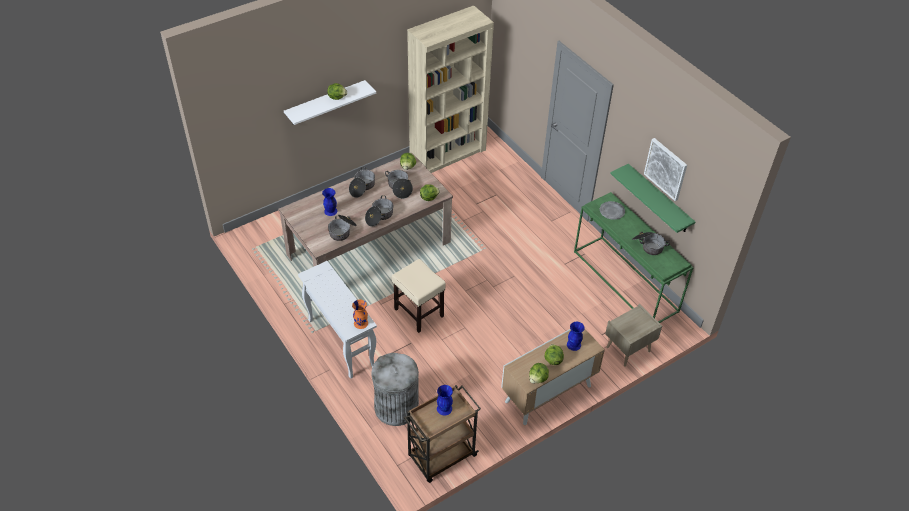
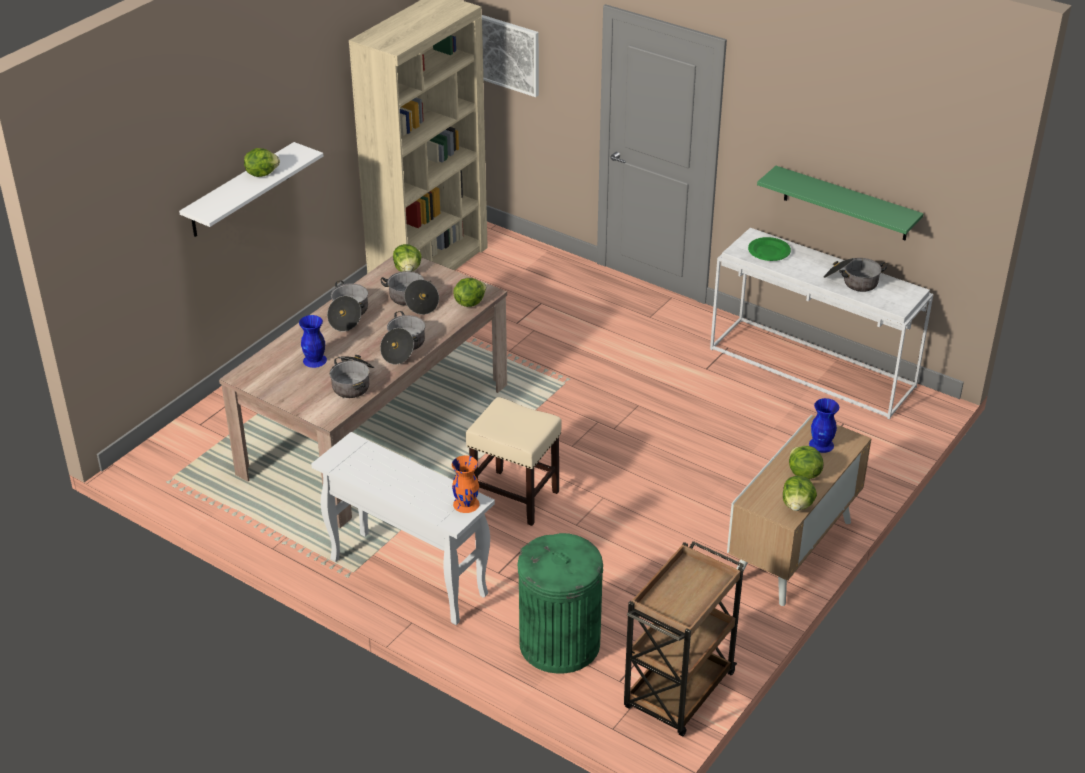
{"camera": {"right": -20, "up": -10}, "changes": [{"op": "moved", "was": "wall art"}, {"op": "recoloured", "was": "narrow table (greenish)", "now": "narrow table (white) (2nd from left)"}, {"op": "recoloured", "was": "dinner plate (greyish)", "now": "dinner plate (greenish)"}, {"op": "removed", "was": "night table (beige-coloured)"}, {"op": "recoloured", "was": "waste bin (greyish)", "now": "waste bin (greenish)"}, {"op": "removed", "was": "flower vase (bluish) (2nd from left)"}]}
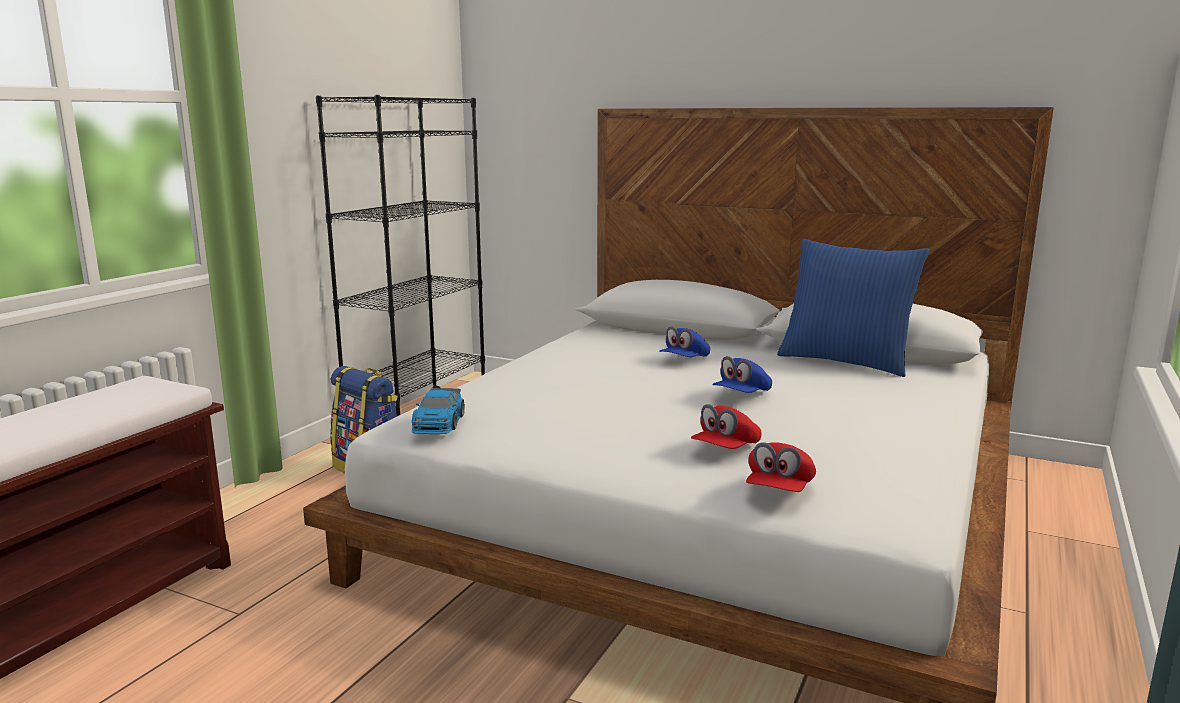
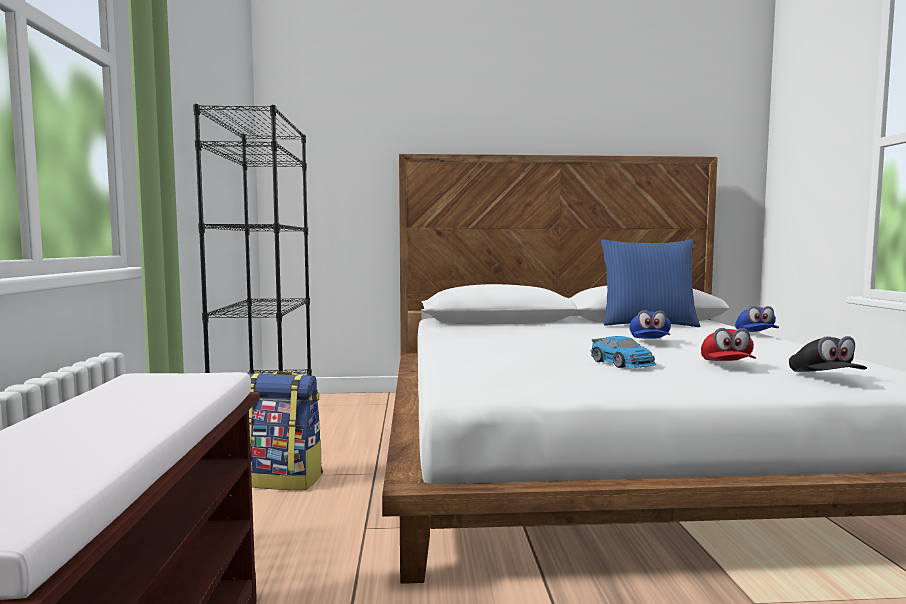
{"camera": {"right": -30, "up": -10}, "changes": [{"op": "moved", "was": "baseball cap (bluish) (1st from left in the first image)", "now": "baseball cap (bluish) (2nd from left)"}, {"op": "moved", "was": "toy car"}, {"op": "recoloured", "was": "baseball cap (red) (2nd from left)", "now": "baseball cap (black)"}]}
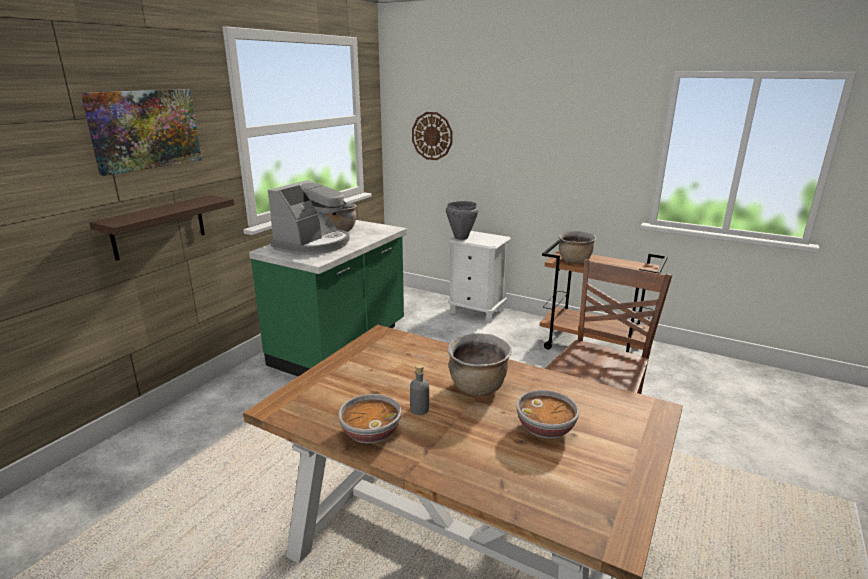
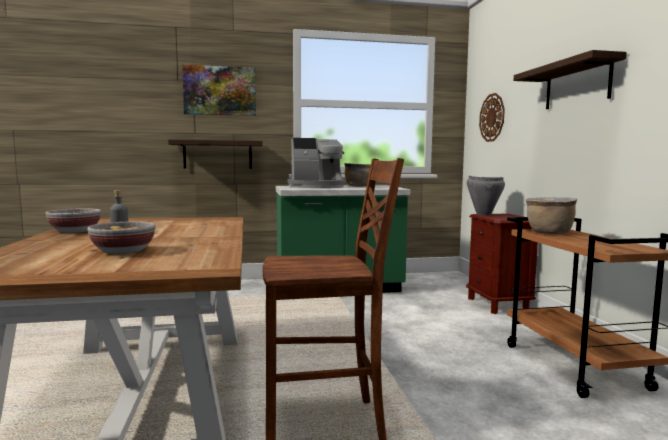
{"camera": {"right": 50, "up": -15}, "changes": [{"op": "recoloured", "was": "night table (white)", "now": "night table (brown-coloured)"}, {"op": "removed", "was": "cooking pot (brown-coloured) (2nd from left)"}, {"op": "added", "now": "wall shelf (2nd from left)"}]}
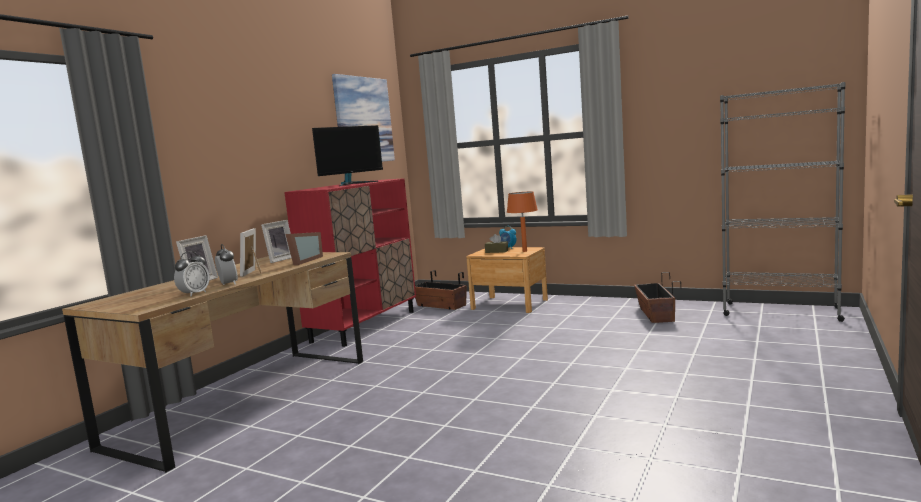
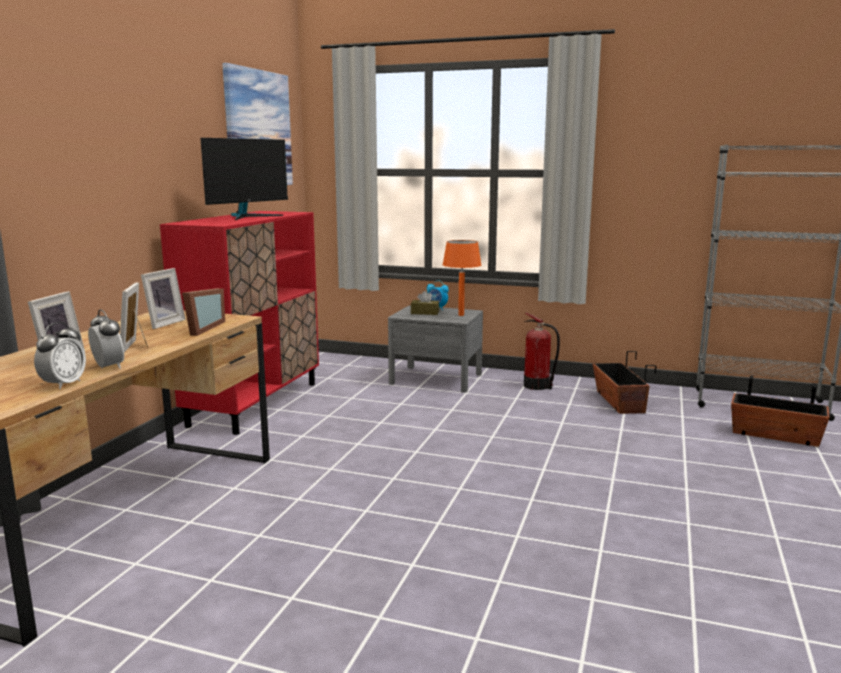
{"camera": {"right": -10, "up": 5}, "changes": [{"op": "recoloured", "was": "night table (brown-coloured)", "now": "night table (greyish)"}, {"op": "moved", "was": "plant pot (1st from left in the first image)", "now": "plant pot (2nd from left)"}, {"op": "added", "now": "fire extinguisher"}]}
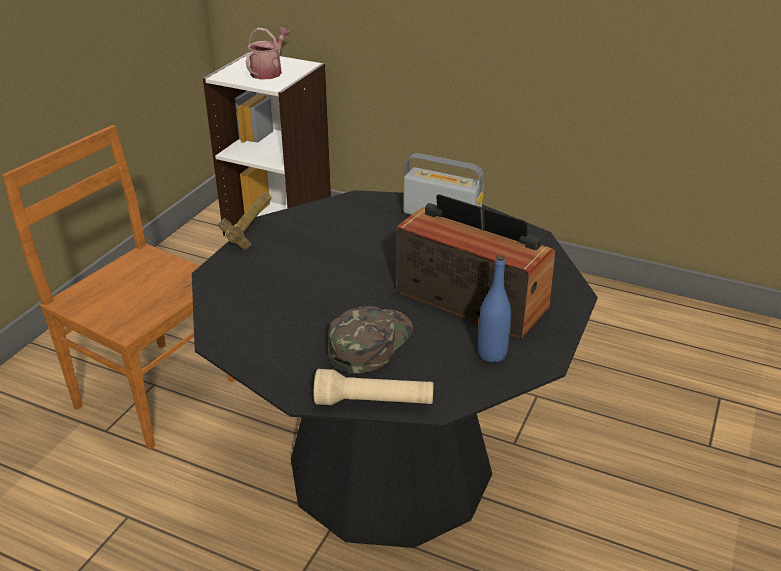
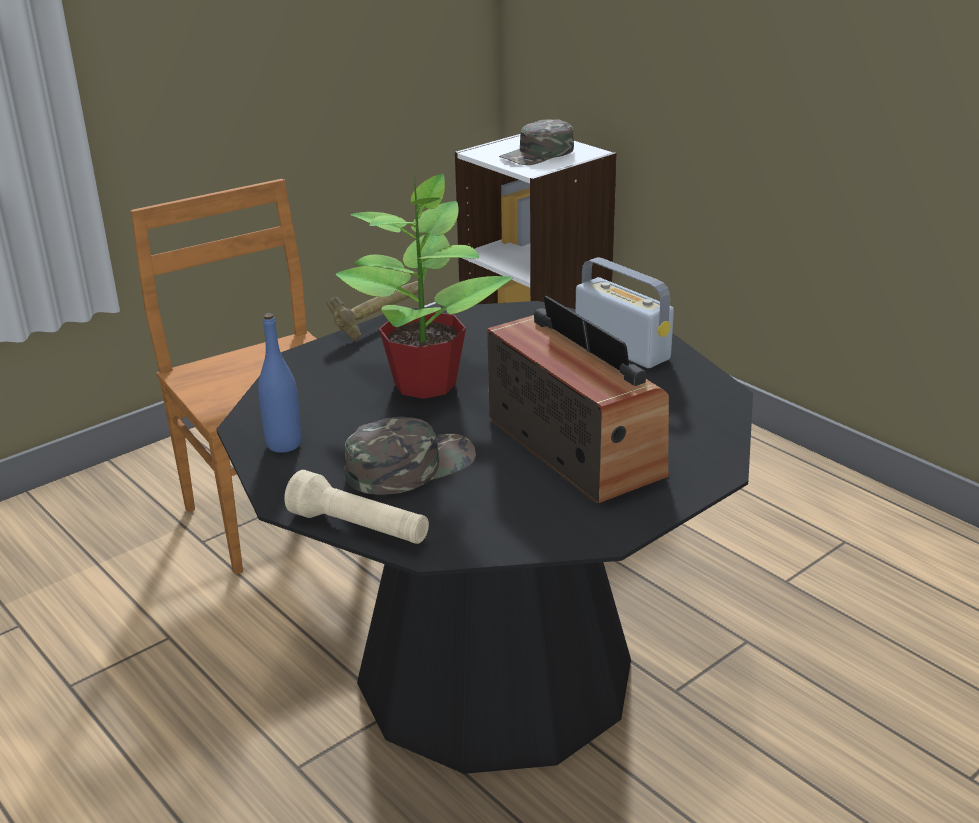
{"camera": {"right": 25, "up": -5}, "changes": [{"op": "replaced", "was": "watering can", "now": "baseball cap (greenish) (2nd from left)"}, {"op": "moved", "was": "bottle (bluish)"}, {"op": "added", "now": "houseplant"}]}
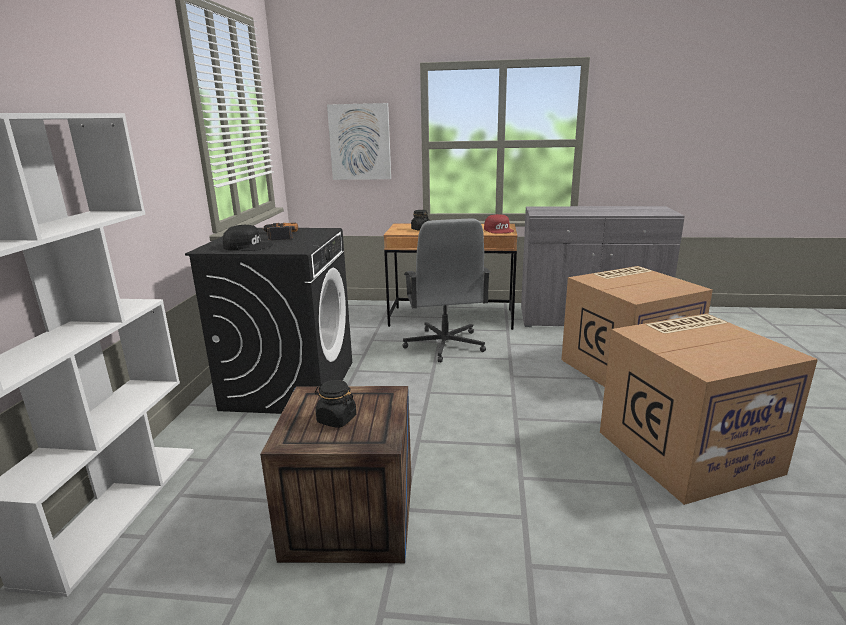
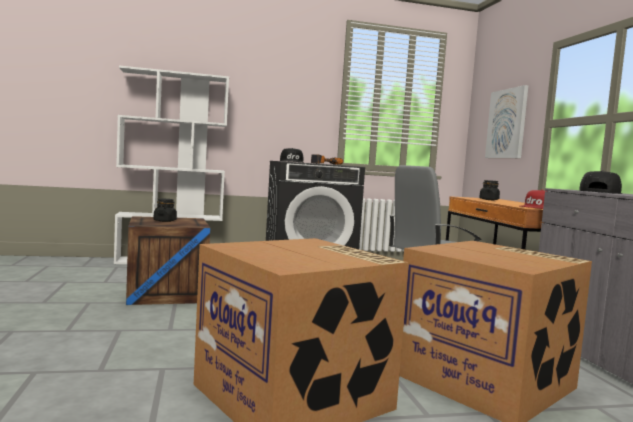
{"camera": {"right": 70, "up": -15}, "changes": [{"op": "added", "now": "baseball cap (black) (2nd from left)"}]}
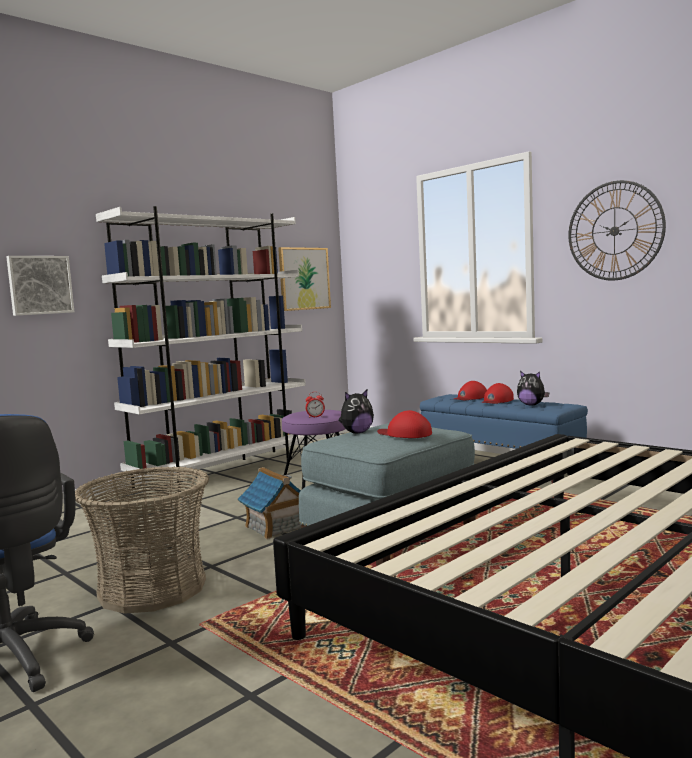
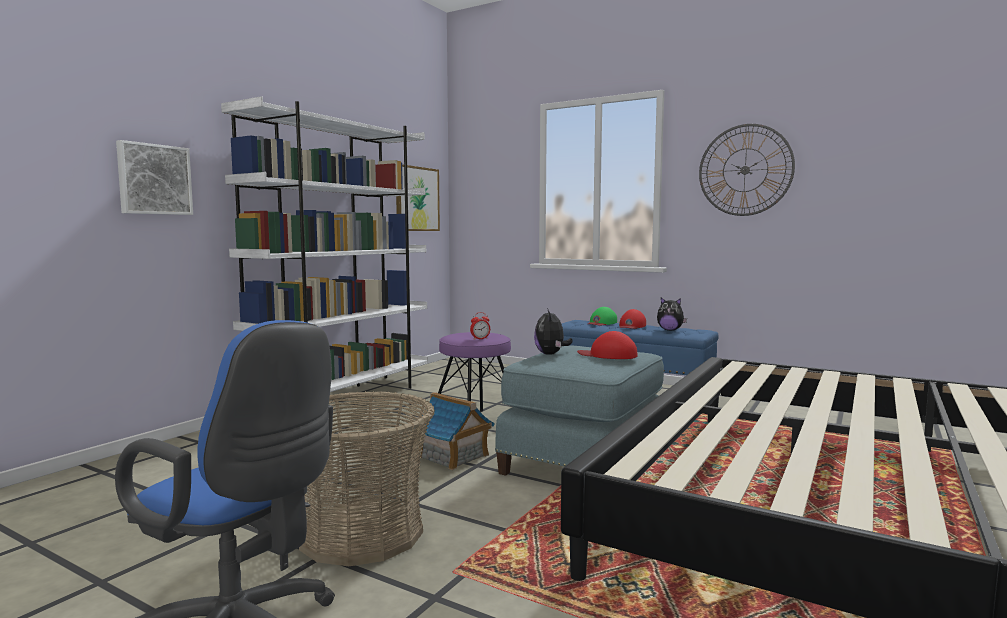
{"camera": {"right": -15, "up": 0}, "changes": [{"op": "recoloured", "was": "baseball cap (red) (2nd from left)", "now": "baseball cap (greenish)"}, {"op": "turned", "was": "soft toy (1st from left)", "clockwise": 135}]}
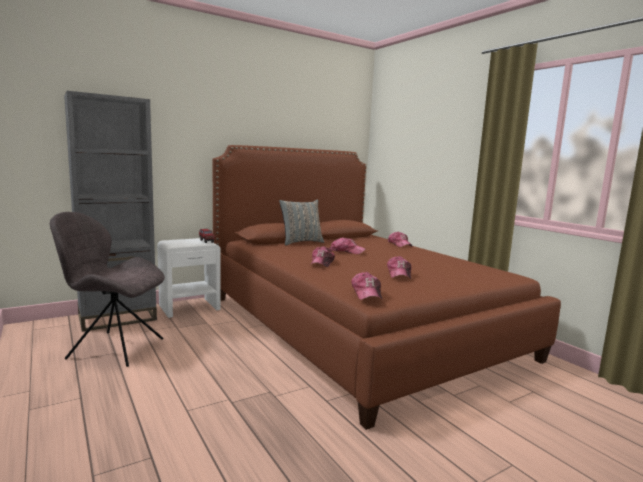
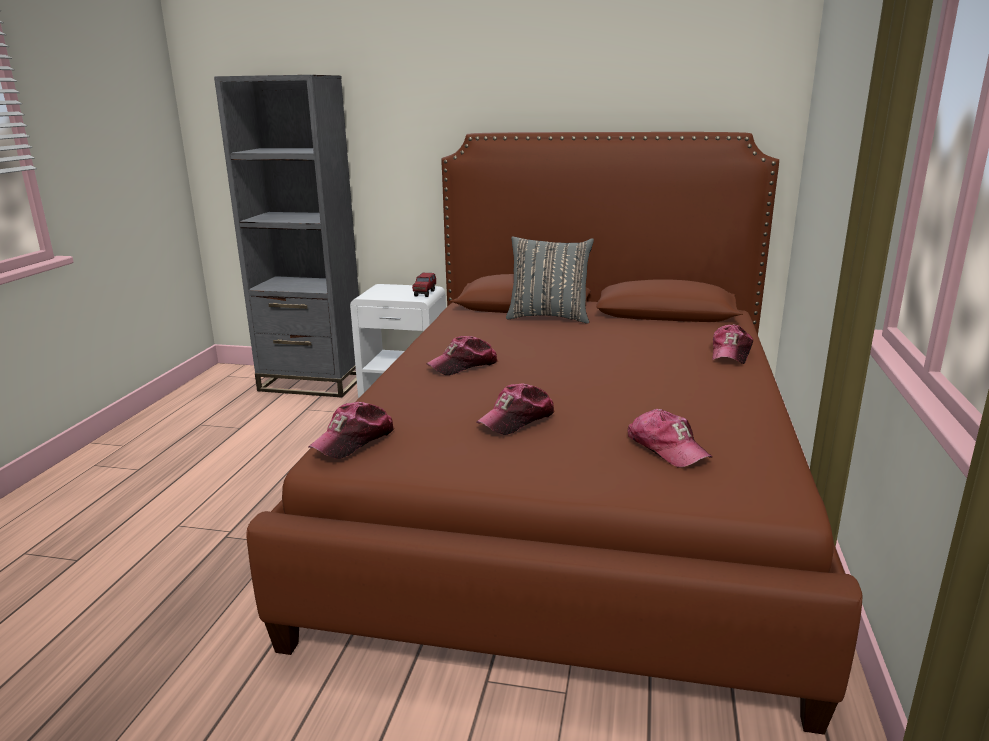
{"camera": {"right": 45, "up": 10}, "changes": [{"op": "removed", "was": "chair (greyish)"}, {"op": "moved", "was": "baseball cap (2nd from left in the first image)", "now": "baseball cap (4th from left)"}]}
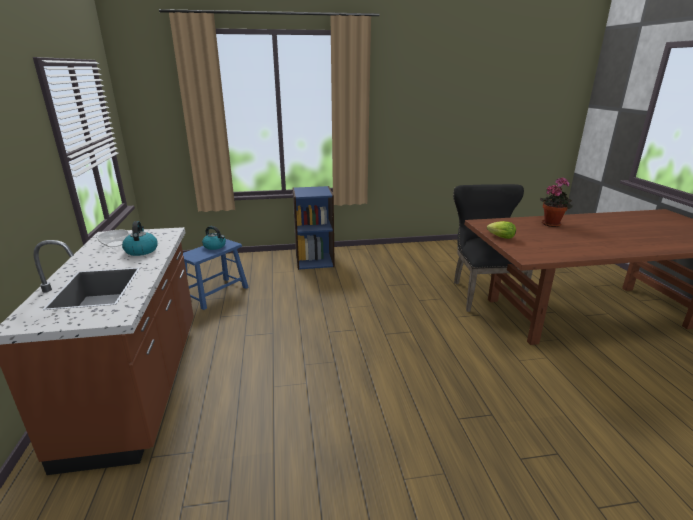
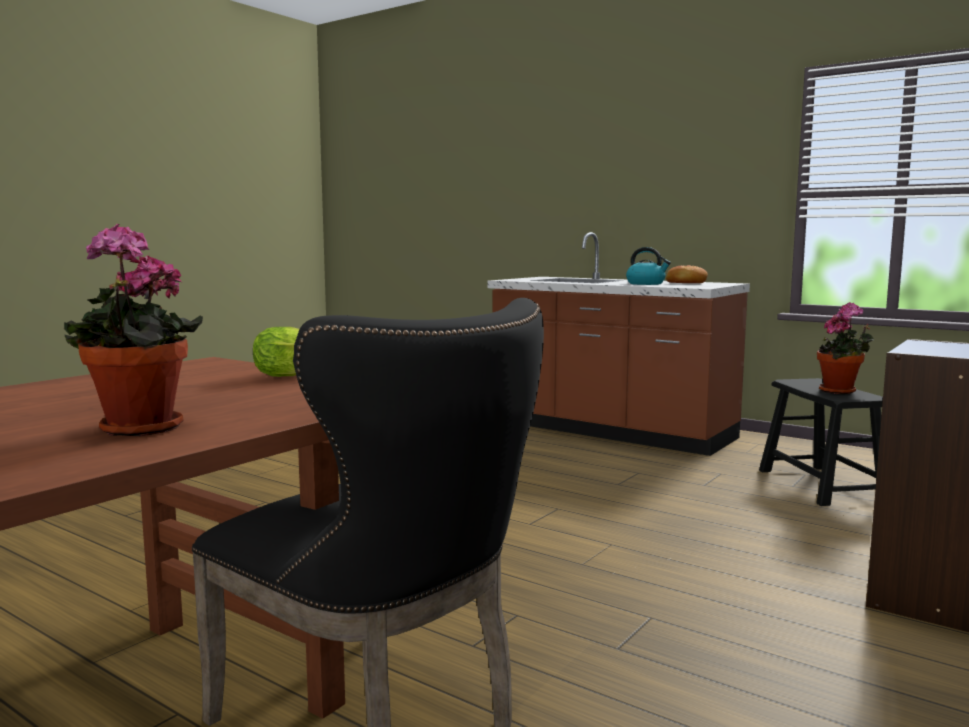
{"camera": {"right": 135, "up": -15}, "changes": [{"op": "replaced", "was": "kettle (2nd from left)", "now": "houseplant (2nd from left)"}, {"op": "replaced", "was": "bowl", "now": "bread"}, {"op": "recoloured", "was": "stool (bluish)", "now": "stool (black)"}]}
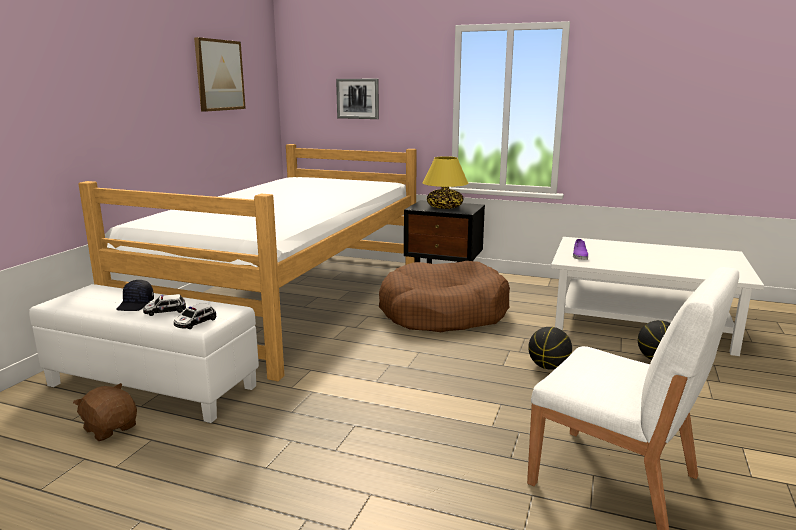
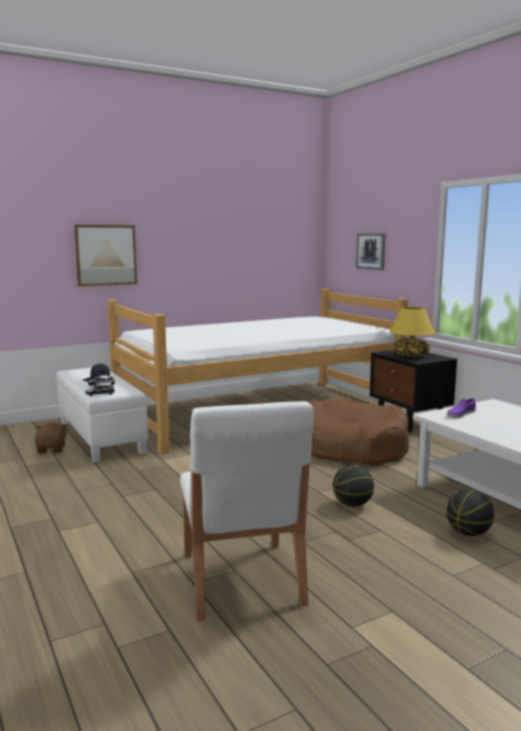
{"camera": {"right": 40, "up": -5}, "changes": [{"op": "moved", "was": "wall art (1st from left)"}]}
